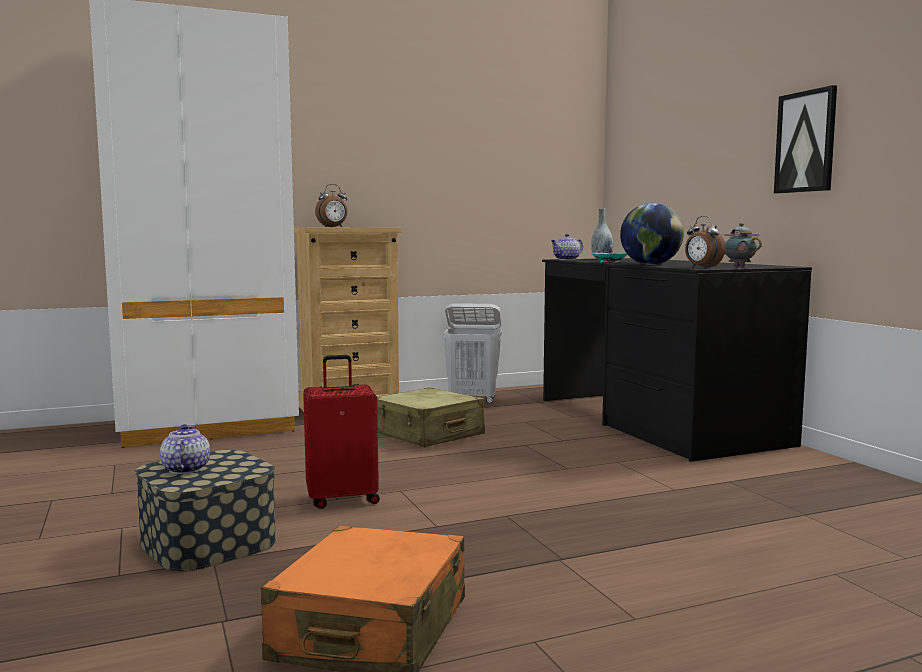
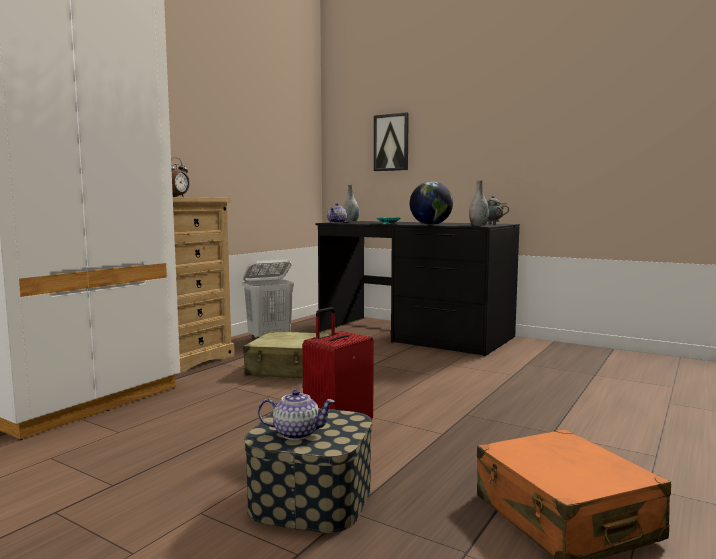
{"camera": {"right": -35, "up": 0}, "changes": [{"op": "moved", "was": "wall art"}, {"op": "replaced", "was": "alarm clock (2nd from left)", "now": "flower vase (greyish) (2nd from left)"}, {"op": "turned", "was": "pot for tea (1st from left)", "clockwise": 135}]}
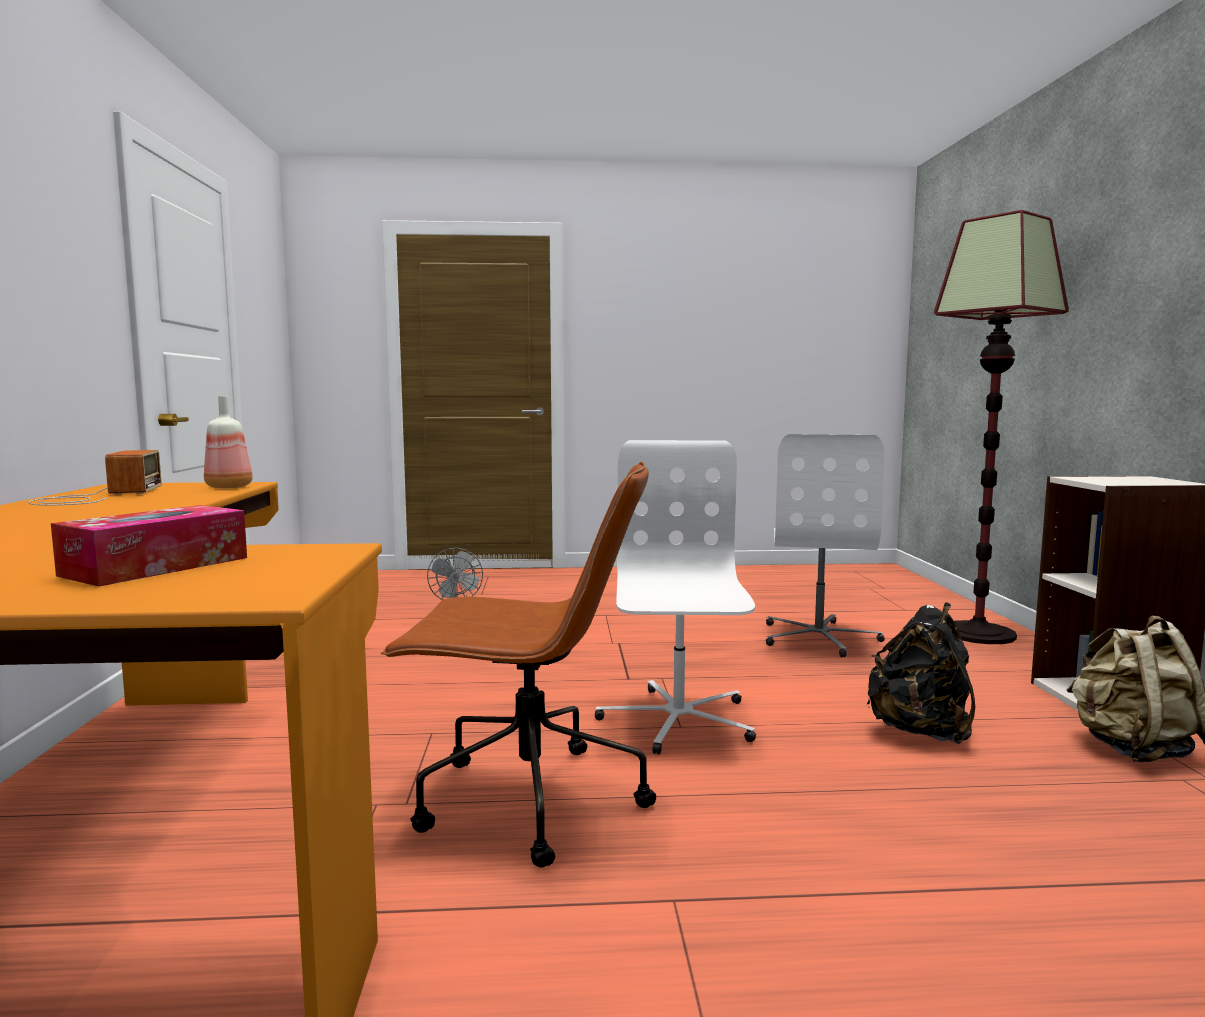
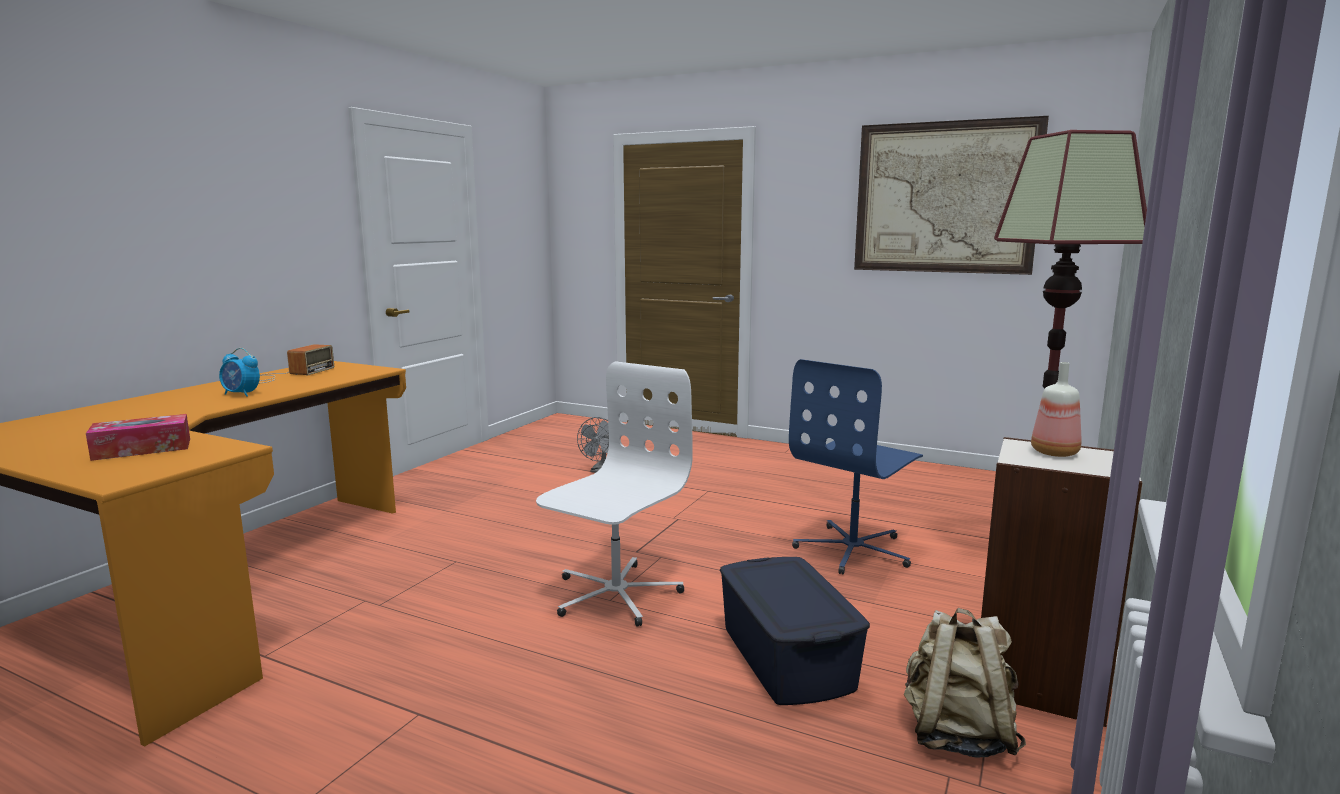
{"camera": {"right": 30, "up": 5}, "changes": [{"op": "moved", "was": "bottle"}, {"op": "recoloured", "was": "office chair (white) (2nd from left)", "now": "office chair (bluish)"}, {"op": "removed", "was": "office chair (brown-coloured)"}, {"op": "replaced", "was": "rucksack (black)", "now": "storage container (bluish)"}, {"op": "added", "now": "wall art"}, {"op": "added", "now": "alarm clock"}]}
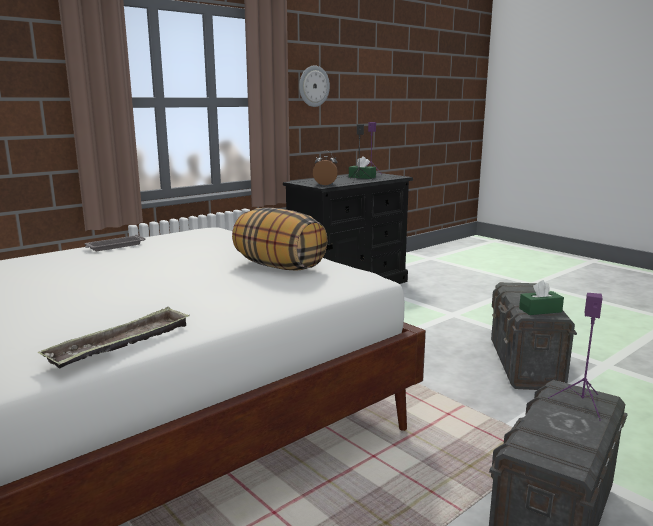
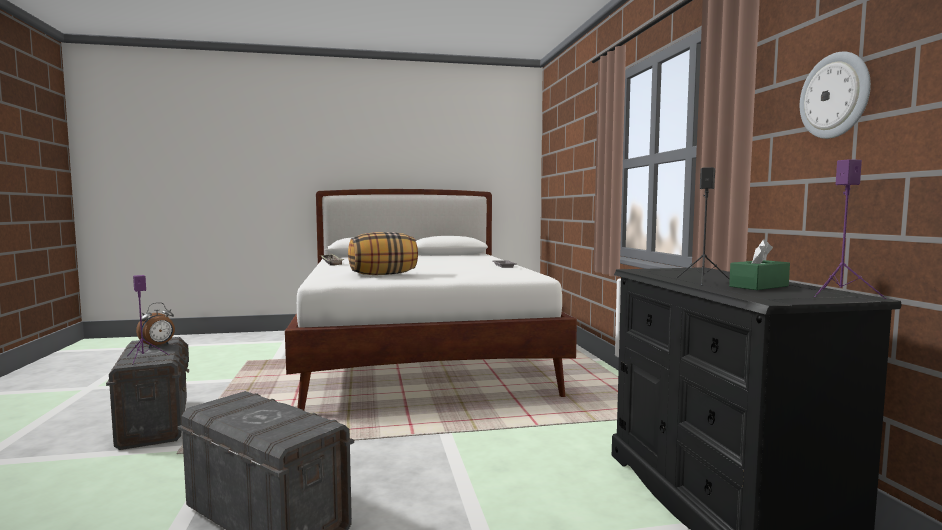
{"camera": {"right": 120, "up": -10}, "changes": [{"op": "moved", "was": "alarm clock"}, {"op": "removed", "was": "box of tissues (greenish) (2nd from left)"}]}
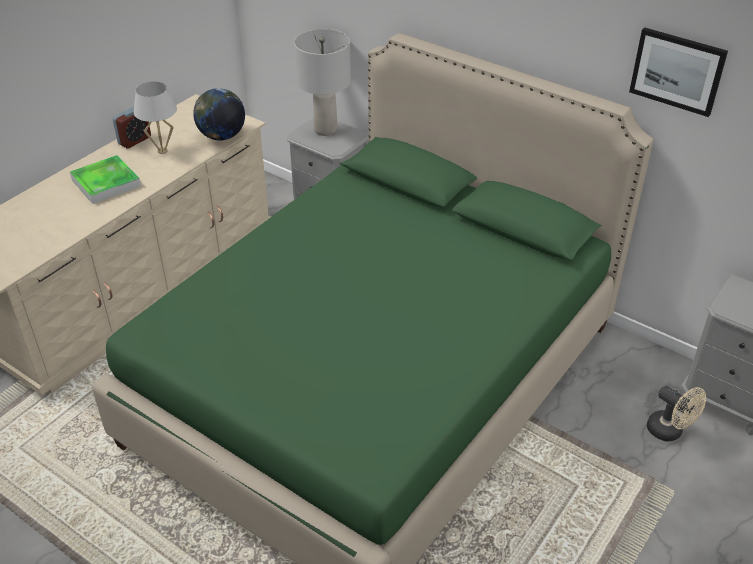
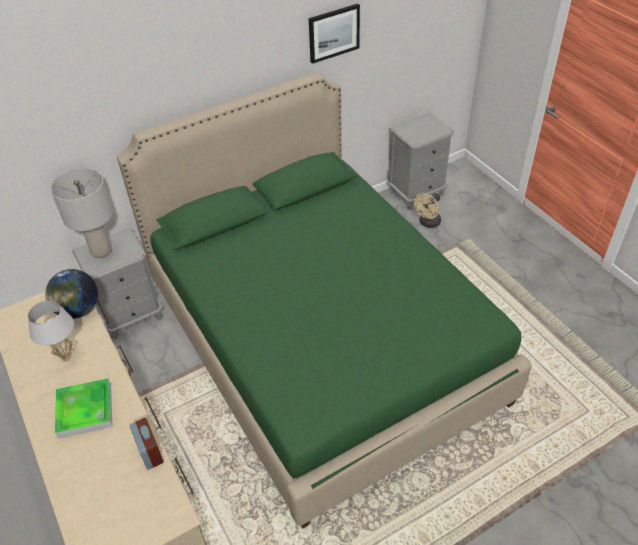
{"camera": {"right": -65, "up": 5}, "changes": [{"op": "moved", "was": "alarm clock"}, {"op": "turned", "was": "electric fan (beige-coloured)", "clockwise": 150}]}
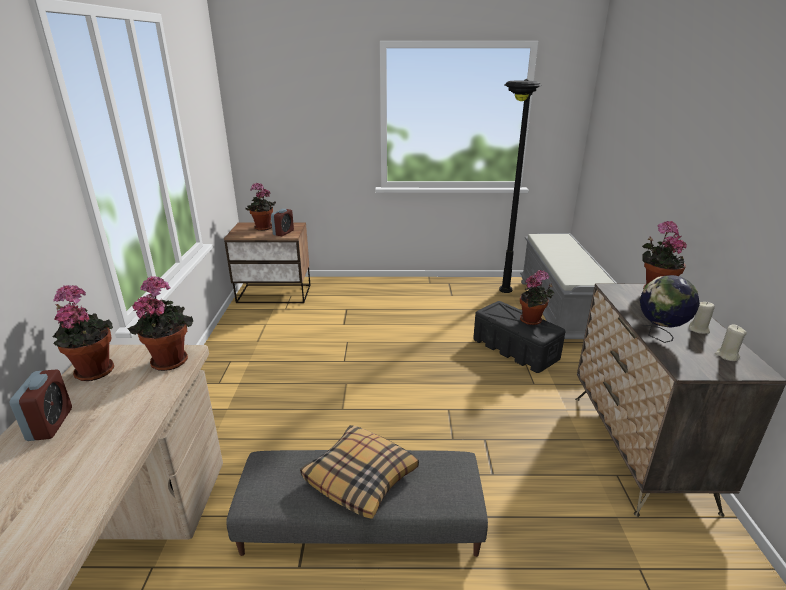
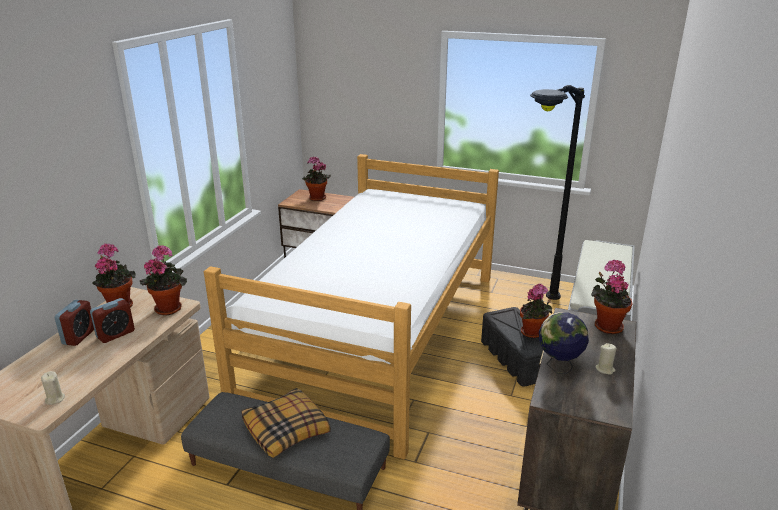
{"camera": {"right": 20, "up": 0}, "changes": [{"op": "moved", "was": "alarm clock (2nd from left)"}, {"op": "moved", "was": "wax light (beige-coloured) (2nd from left in the first image)", "now": "wax light (beige-coloured) (1st from left)"}, {"op": "added", "now": "bed"}]}
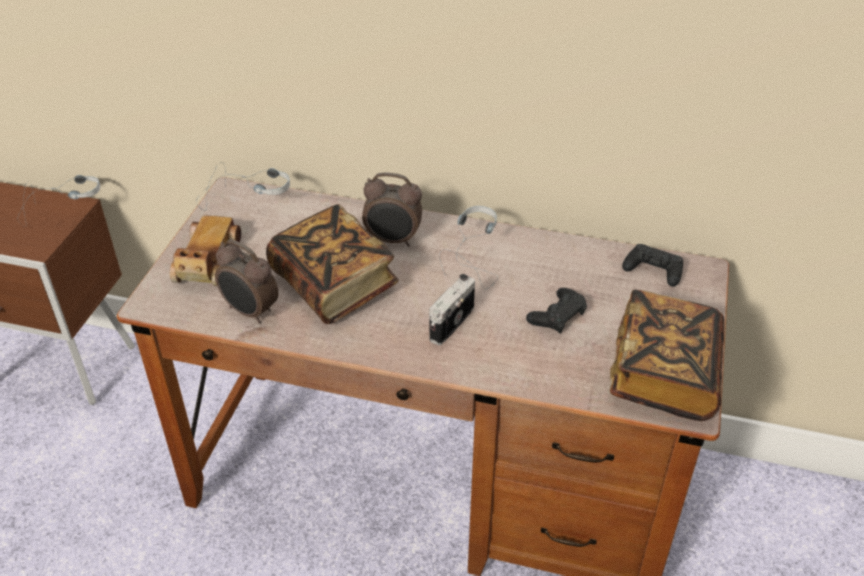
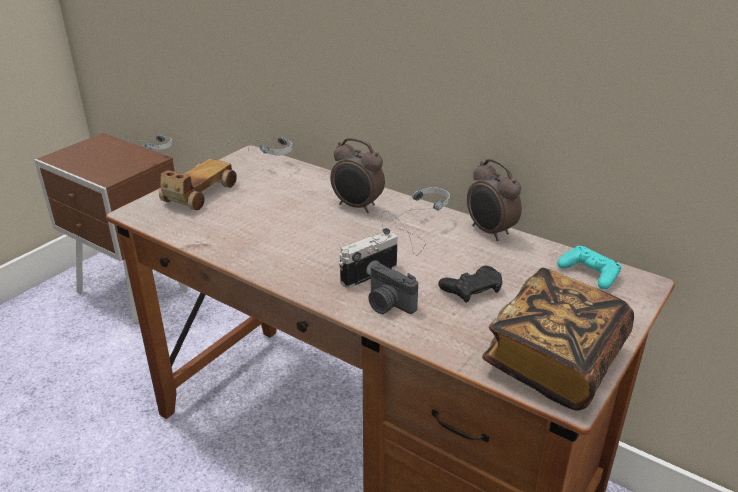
{"camera": {"right": 20, "up": -10}, "changes": [{"op": "removed", "was": "book (1st from left)"}, {"op": "moved", "was": "alarm clock (1st from left in the first image)", "now": "alarm clock (2nd from left)"}, {"op": "recoloured", "was": "joypad (black) (2nd from left)", "now": "joypad (turquoise)"}, {"op": "added", "now": "photo camera (2nd from left)"}]}
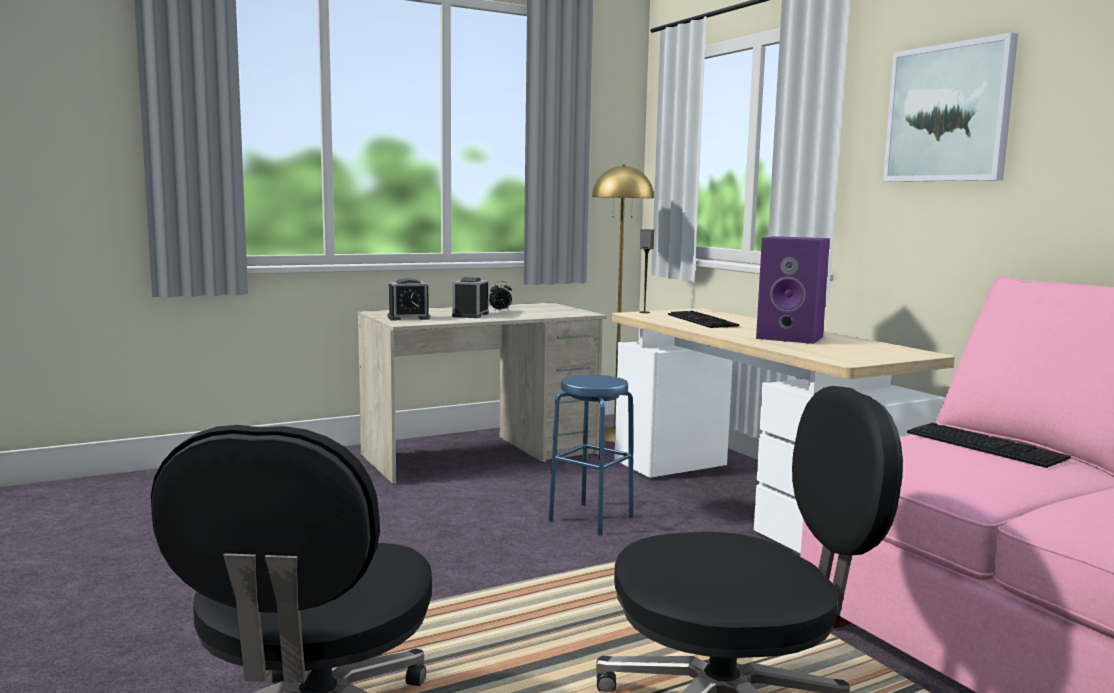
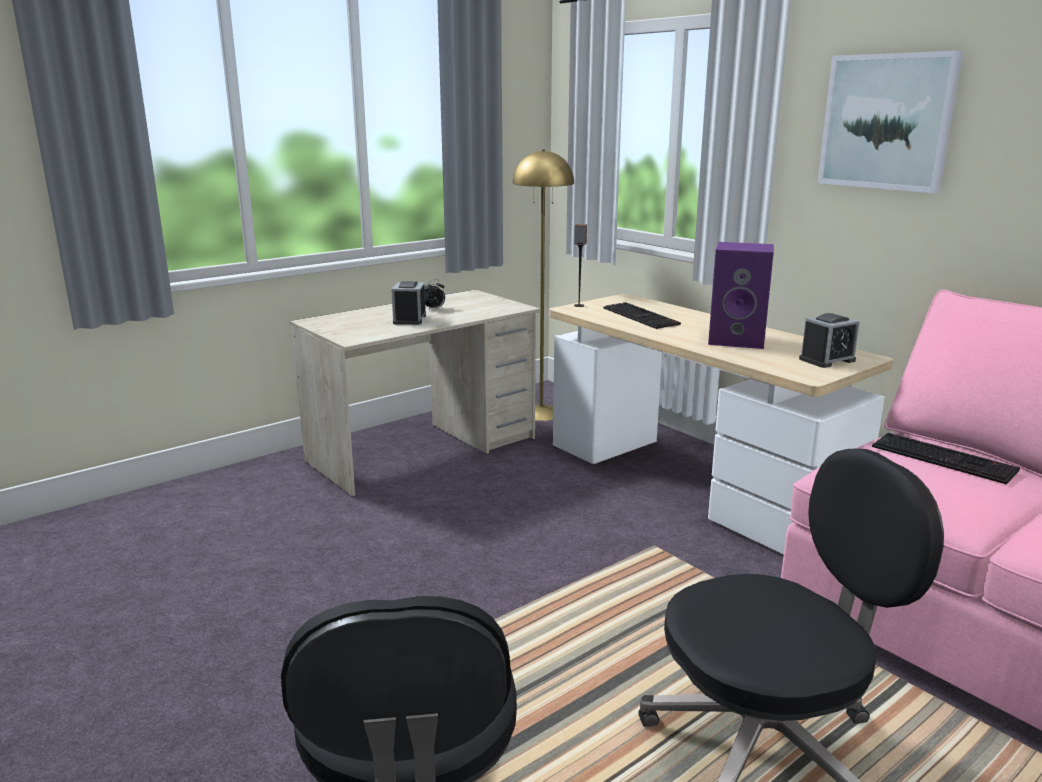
{"camera": {"right": -10, "up": 10}, "changes": [{"op": "moved", "was": "alarm clock (1st from left in the first image)", "now": "alarm clock (3rd from left)"}, {"op": "removed", "was": "stool (bluish)"}]}
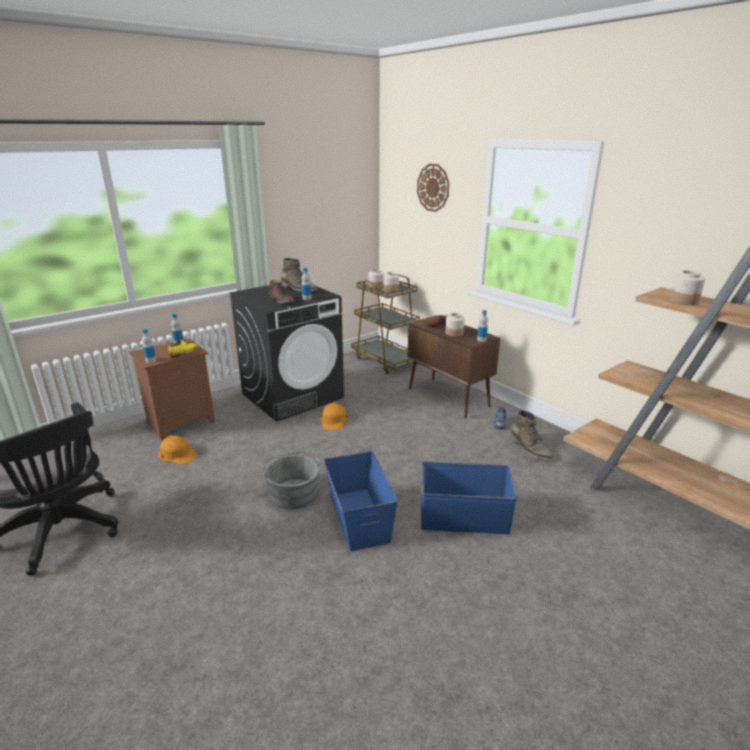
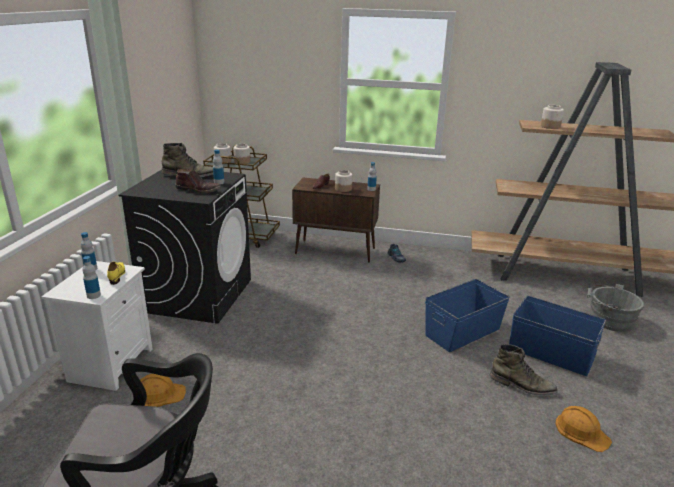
{"camera": {"right": -40, "up": 0}, "changes": [{"op": "removed", "was": "hanging clock"}, {"op": "recoloured", "was": "night table (brown-coloured)", "now": "night table (white)"}, {"op": "moved", "was": "hard hat (orange-coloured) (2nd from left)"}, {"op": "moved", "was": "tall boot (greenish) (2nd from left)"}, {"op": "moved", "was": "pail (greyish)"}, {"op": "moved", "was": "storage container (bluish) (1st from left in the first image)", "now": "storage container (bluish) (2nd from left)"}]}
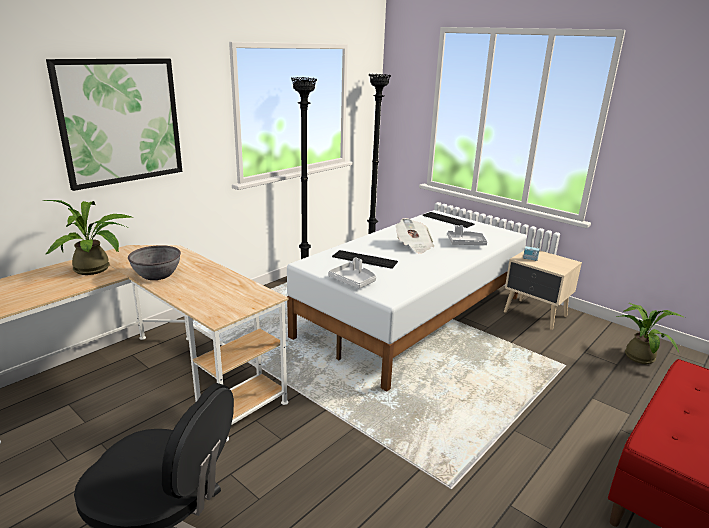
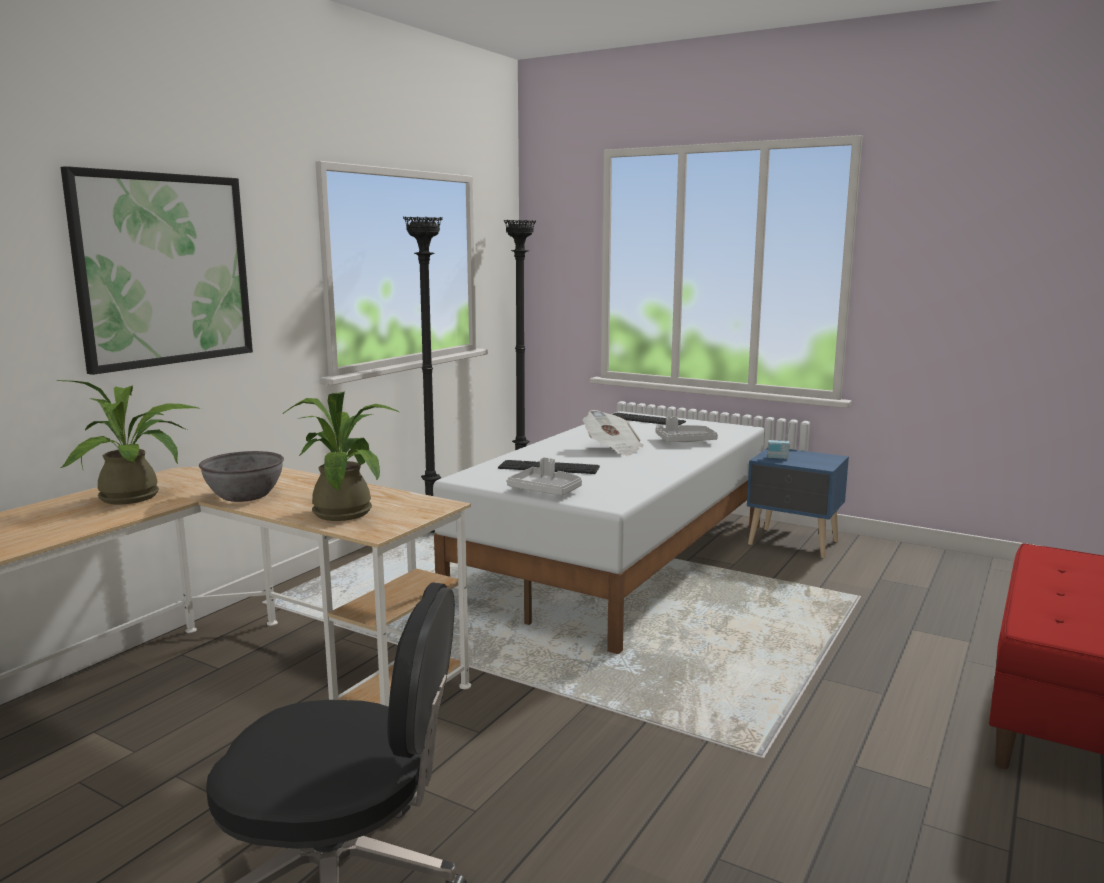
{"camera": {"right": -10, "up": -10}, "changes": [{"op": "recoloured", "was": "night table (beige-coloured)", "now": "night table (bluish)"}, {"op": "moved", "was": "houseplant (2nd from left)"}]}
